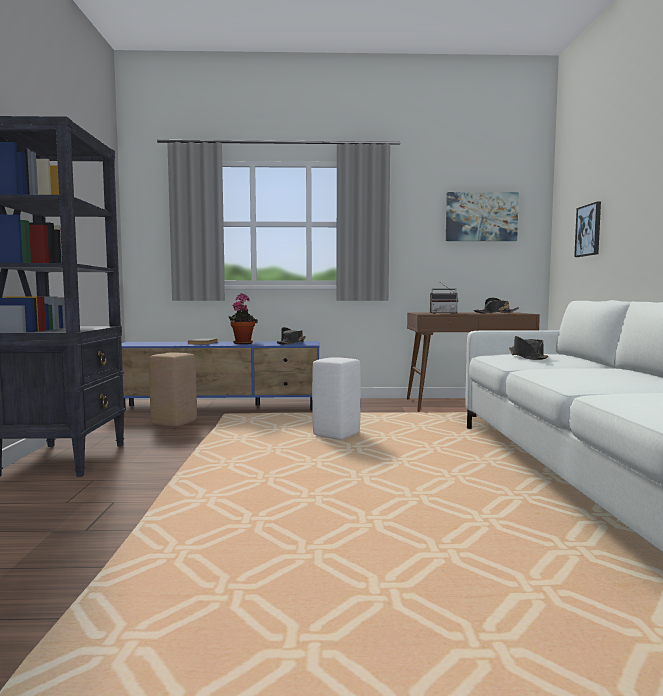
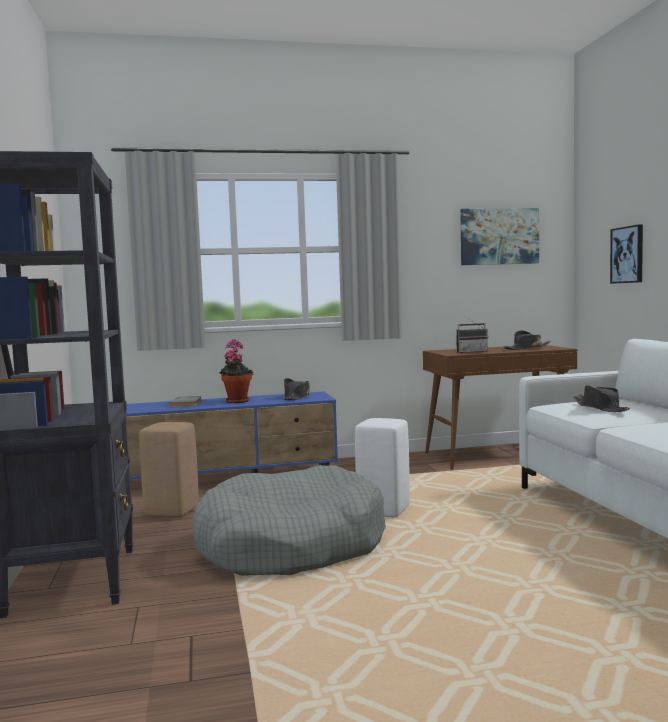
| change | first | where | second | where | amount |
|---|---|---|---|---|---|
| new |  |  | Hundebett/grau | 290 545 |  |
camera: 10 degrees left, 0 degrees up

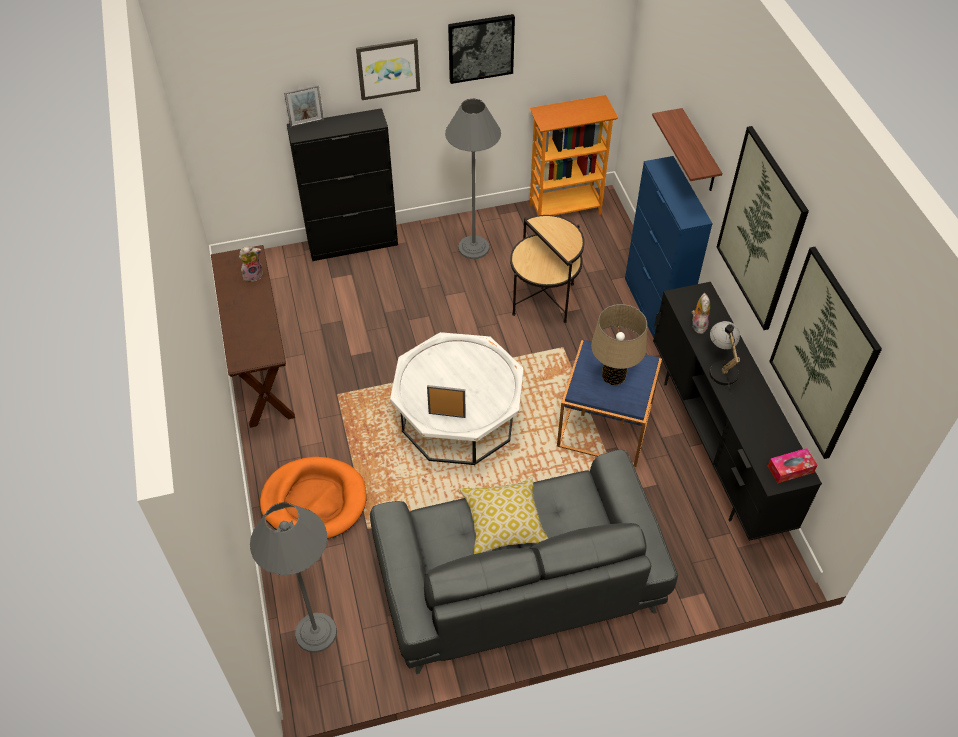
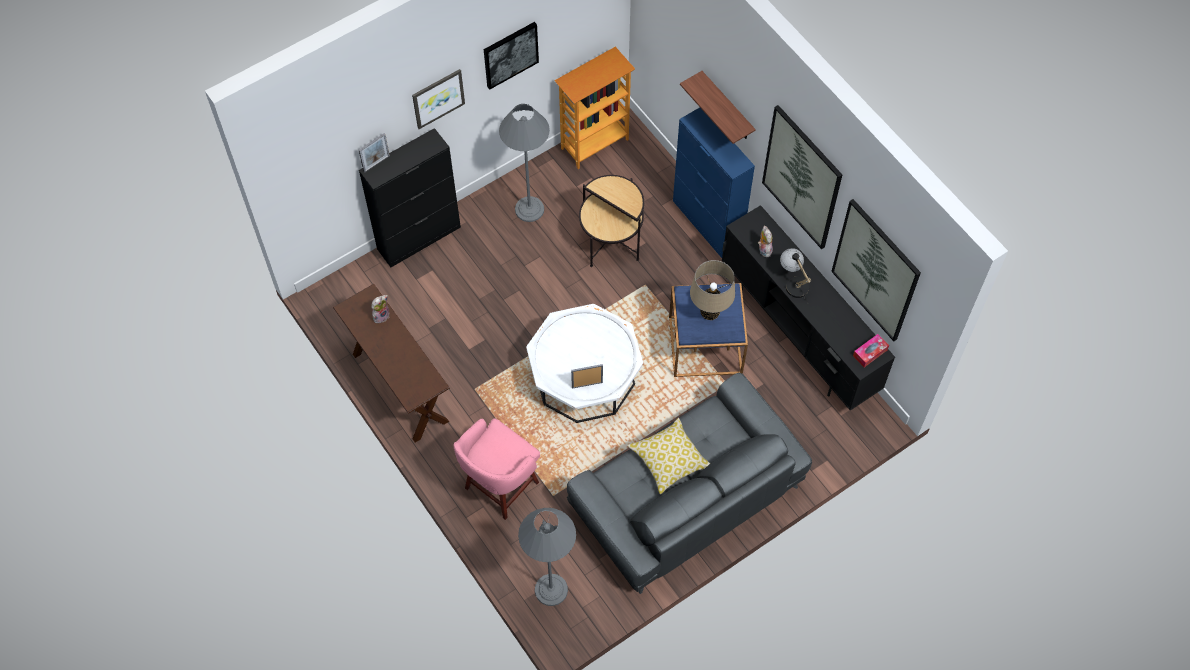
| change | first | where | second | where | amount |
|---|---|---|---|---|---|
| swapped | Hundebett/orange | 314 501 | Hocker/rosa | 500 487 |  |
camera: 20 degrees left, 10 degrees up

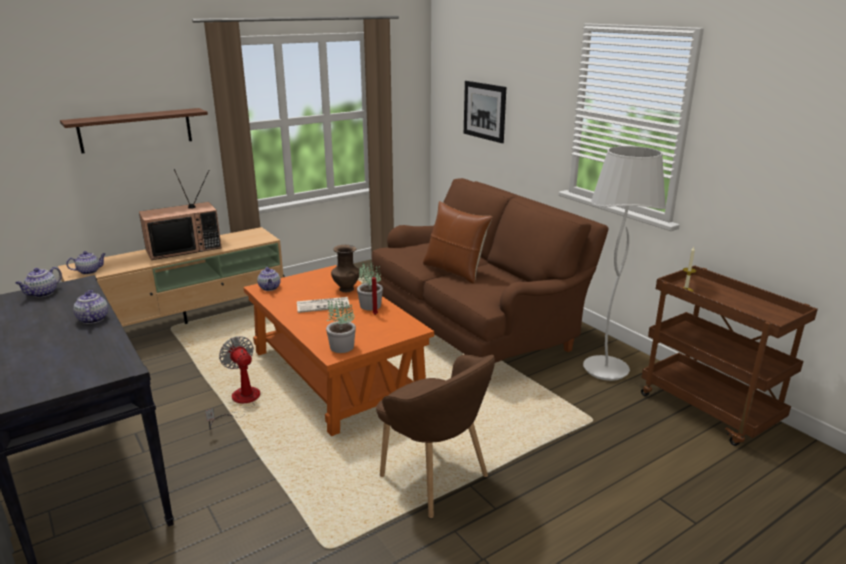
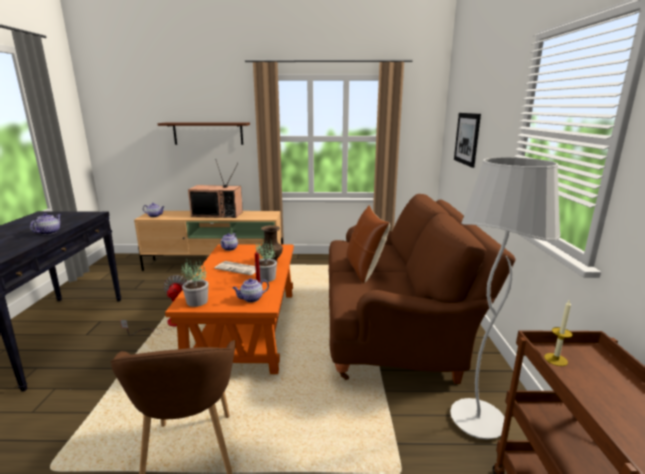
| change | first | where | second | where | amount |
|---|---|---|---|---|---|
| shifted | Teekanne | 42 294 |  | 251 299 |  |
camera: 35 degrees right, 5 degrees down

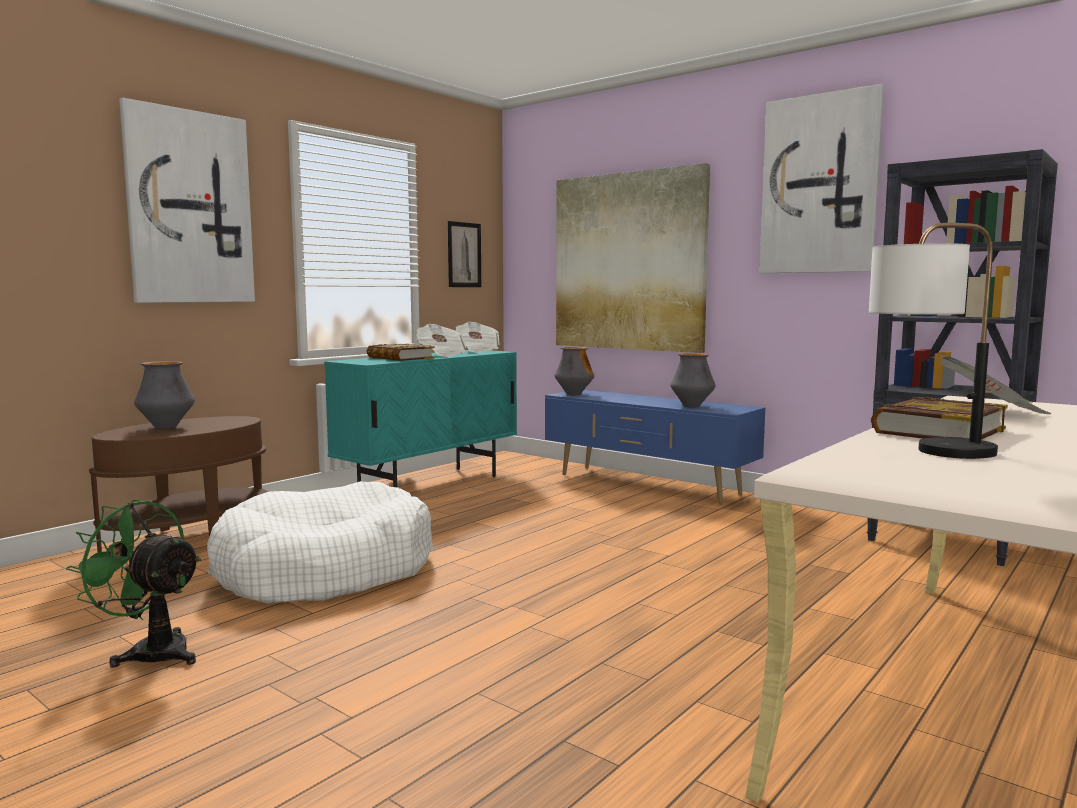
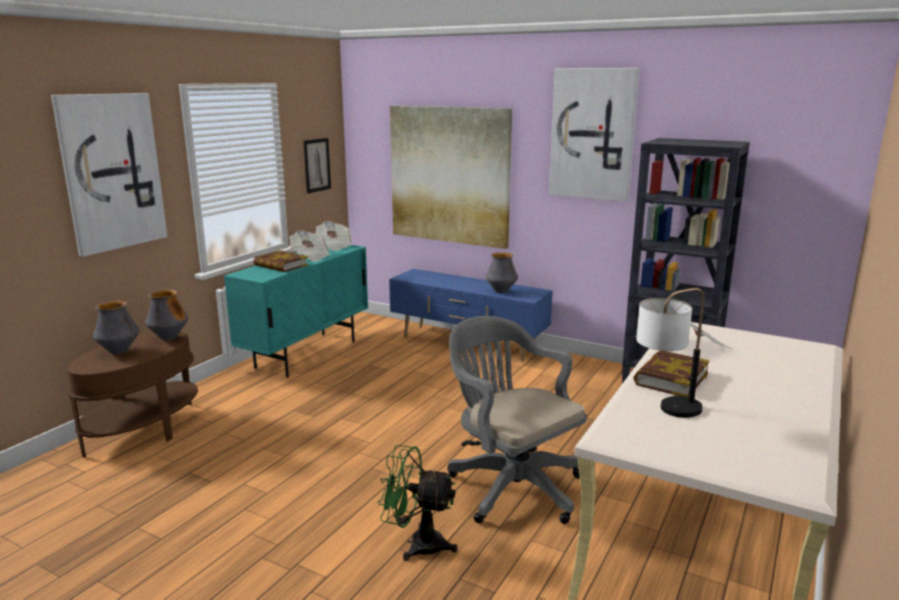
| change | first | where | second | where | amount |
|---|---|---|---|---|---|
| shifted | Vase | 574 394 |  | 169 338 |  |
| gone | Hundebett/weiß | 325 570 |  |  |  |
| shifted | Ventilator/grün | 151 651 |  | 417 544 |  |
| new |  |  | Bürostuhl/grau | 510 485 |  |
camera: 10 degrees left, 10 degrees up

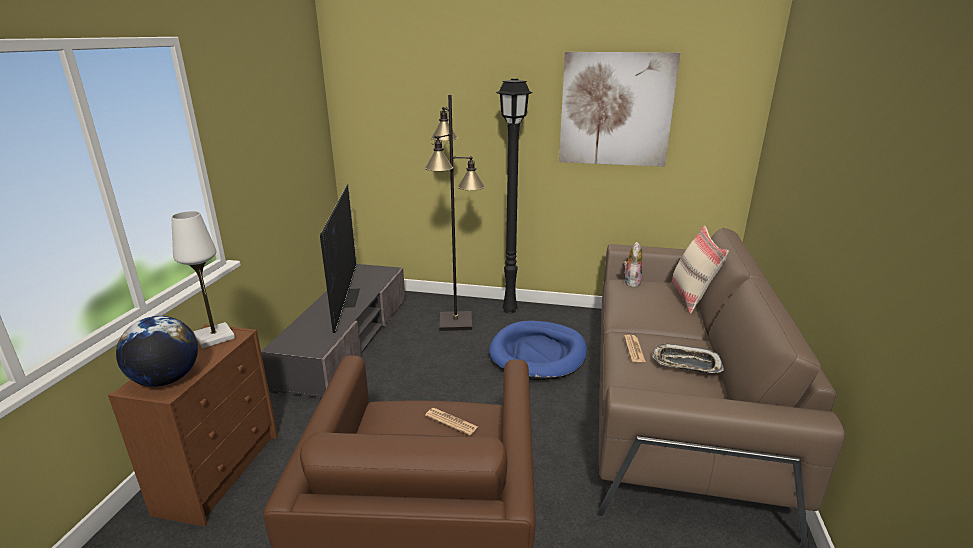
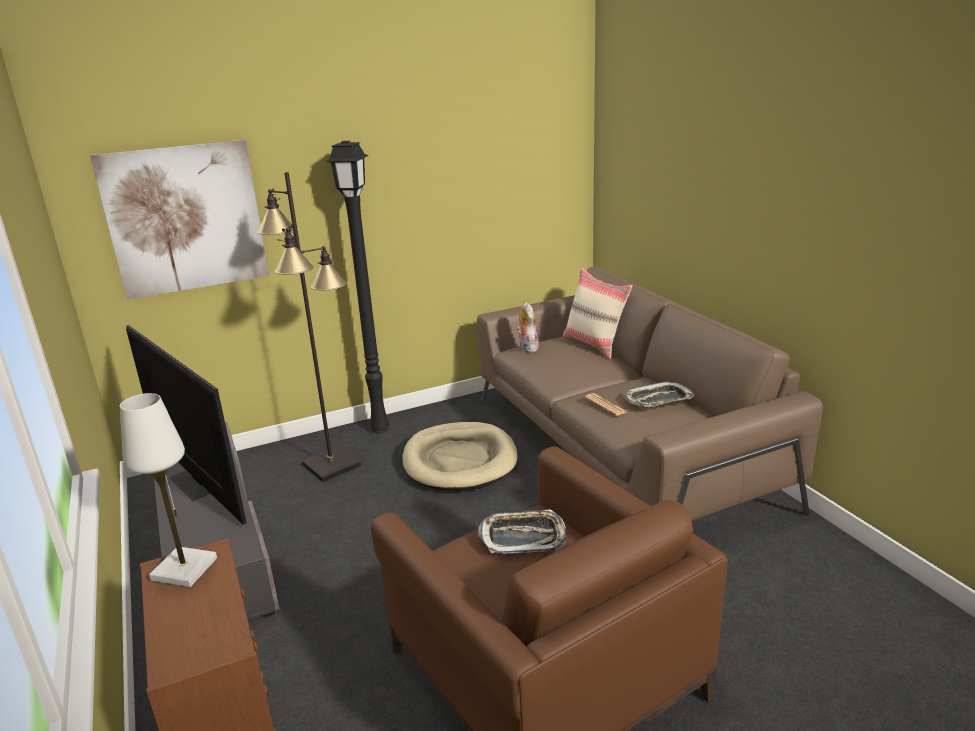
| change | first | where | second | where | amount |
|---|---|---|---|---|---|
| shifted | Bild | 616 110 |  | 185 219 |  |
| gone | Globus | 166 380 |  |  |  |
| repainted | Hundebett/blau | 538 354 | Hundebett/beige | 460 461 |  |
| swapped | Zeitung | 451 421 | Tablett | 523 537 |  |
camera: 35 degrees left, 0 degrees up

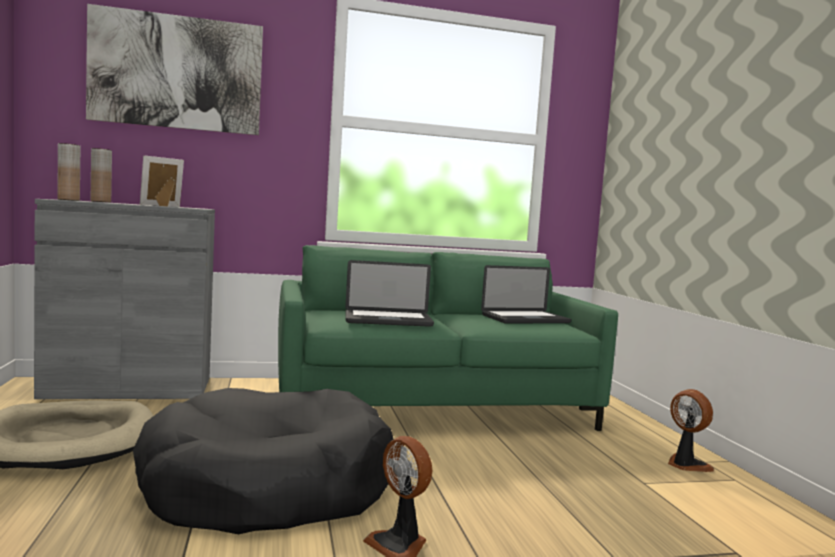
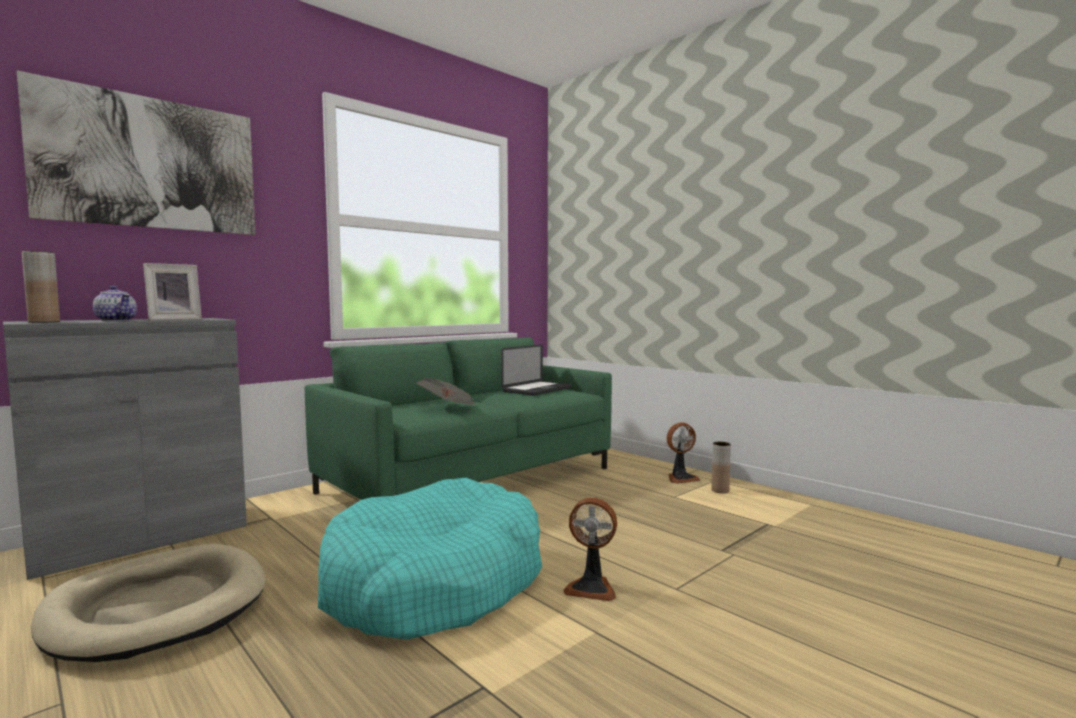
| change | first | where | second | where | amount |
|---|---|---|---|---|---|
| shifted | Vase/braun | 100 201 |  | 720 490 |  |
| rotated | Bilderrahmen | 162 206 |  | 174 319 | 150 degrees counterclockwise |
| swapped | Laptop | 388 320 | Zeitung | 449 408 |  |
| repainted | Hundebett/schwarz | 267 487 | Hundebett/türkis | 434 582 |  |
| rotated | Ventilator | 686 465 |  | 681 478 | 135 degrees clockwise |
| new |  |  | Teekanne | 117 320 |  |
camera: 30 degrees left, 0 degrees up

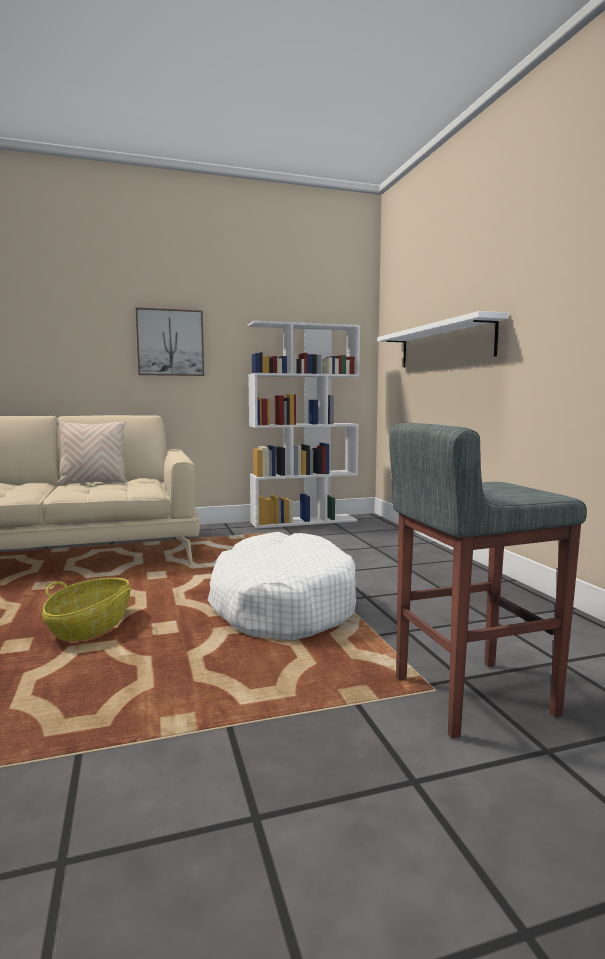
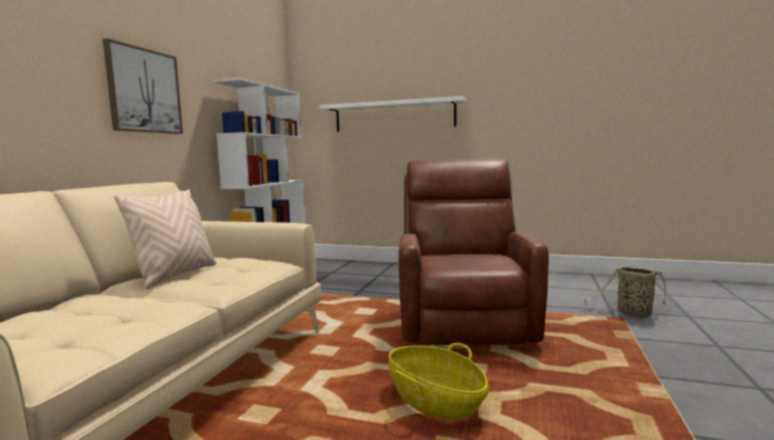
| change | first | where | second | where | amount |
|---|---|---|---|---|---|
| swapped | Hocker/grau | 470 696 | Korb | 631 314 |  |
| swapped | Hundebett/weiß | 282 605 | Sessel/braun | 464 323 |  |
camera: 55 degrees left, 0 degrees up

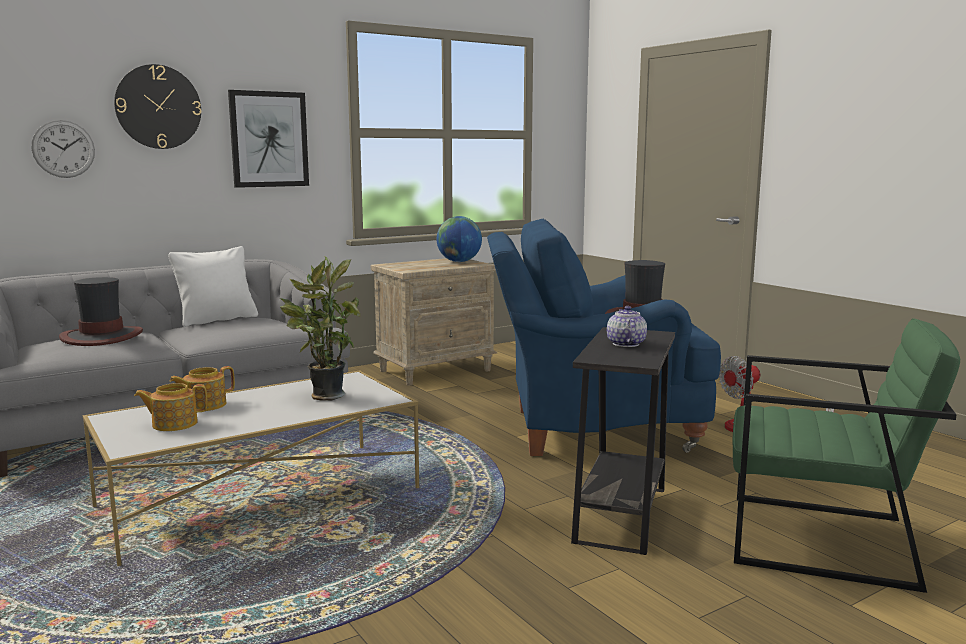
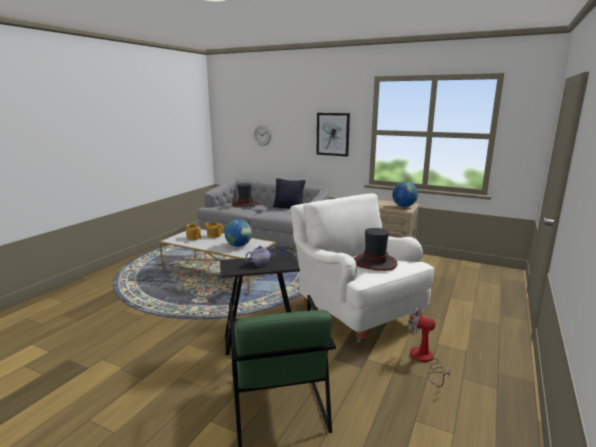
| change | first | where | second | where | amount |
|---|---|---|---|---|---|
| gone | Wanduhr | 158 107 |  |  |  |
| repainted | Sessel/blau | 592 430 | Sessel/weiß | 356 312 |  |
| repainted | Kissen/weiß | 217 320 | Kissen/schwarz | 289 207 |  |
| swapped | Topfpflanze | 324 396 | Globus | 239 245 |  |
camera: 60 degrees right, 5 degrees up

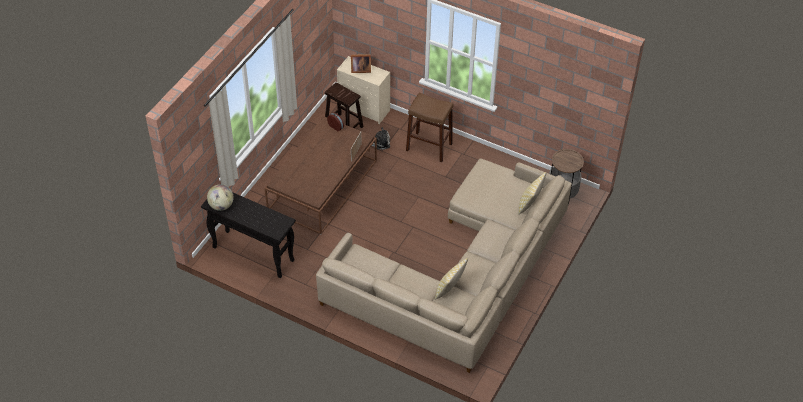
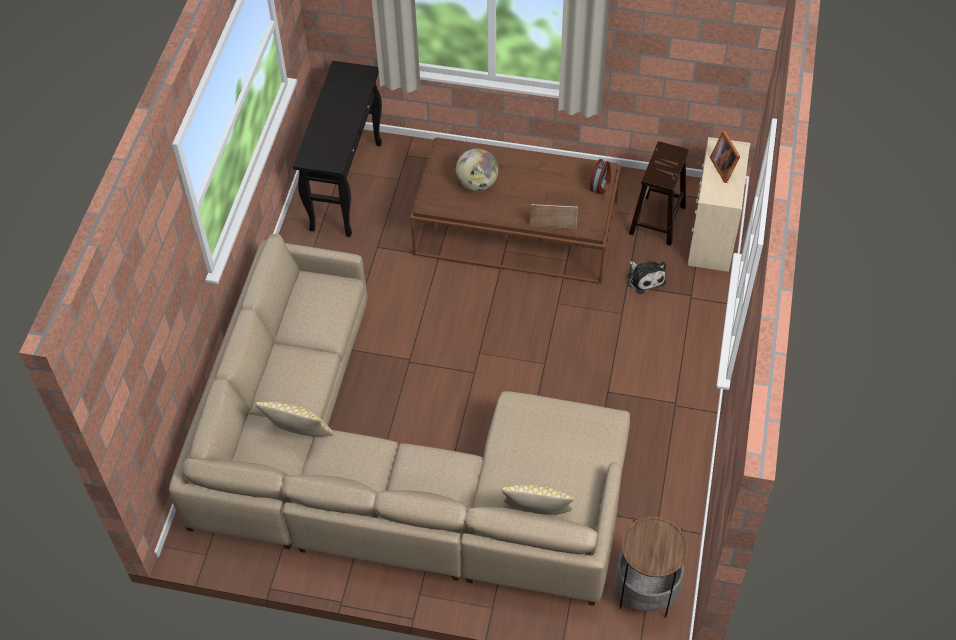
| change | first | where | second | where | amount |
|---|---|---|---|---|---|
| gone | Hocker/braun | 429 147 |  |  |  |
| shifted | Globus | 221 206 |  | 477 184 |  |
camera: 75 degrees right, 5 degrees up

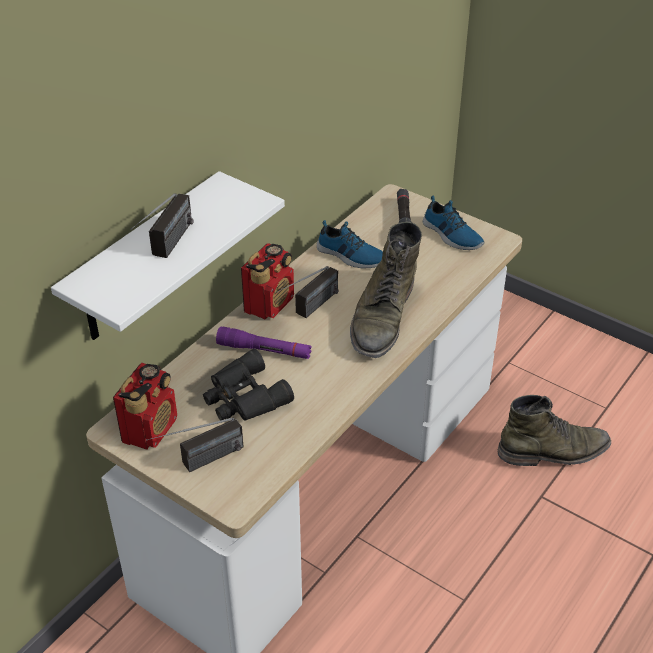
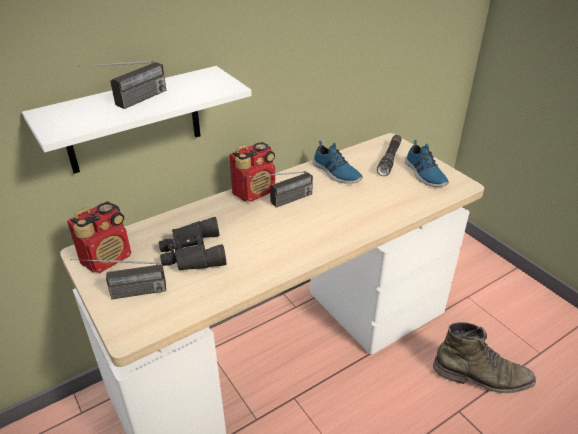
| change | first | where | second | where | amount |
|---|---|---|---|---|---|
| gone | Stiefel/grün | 383 317 |  |  |  |
| gone | Taschenlampe/lila | 264 350 |  |  |  |
camera: 20 degrees right, 5 degrees down

